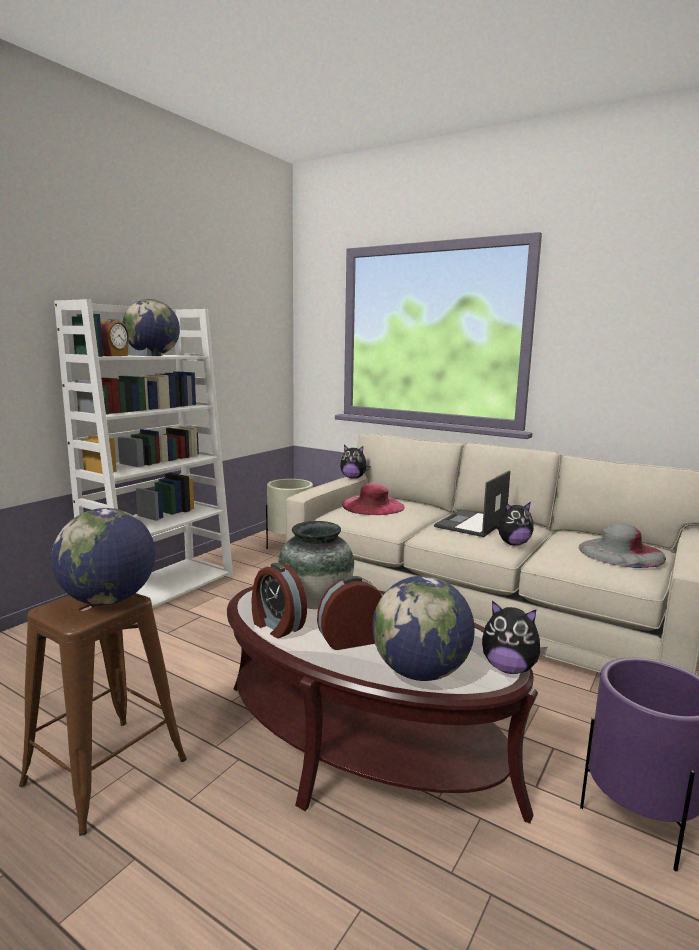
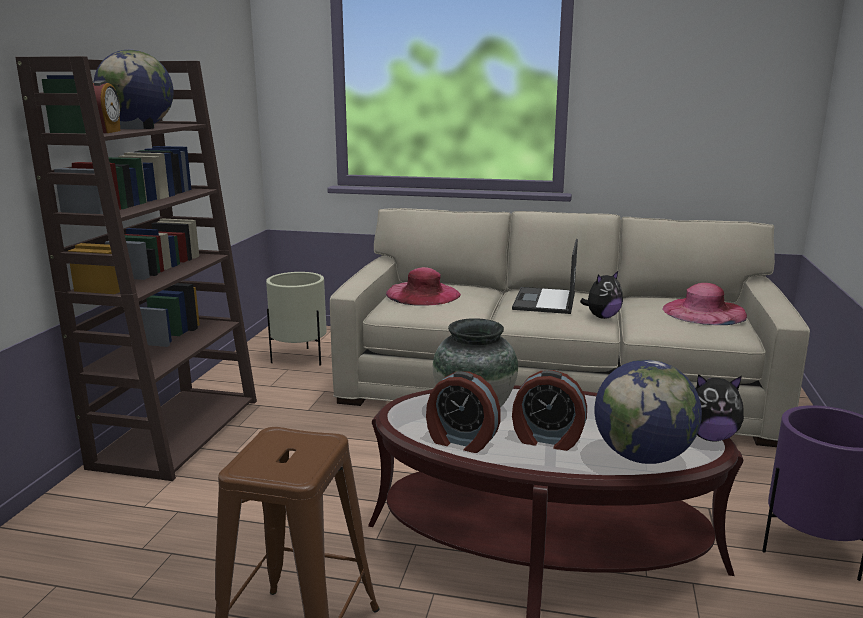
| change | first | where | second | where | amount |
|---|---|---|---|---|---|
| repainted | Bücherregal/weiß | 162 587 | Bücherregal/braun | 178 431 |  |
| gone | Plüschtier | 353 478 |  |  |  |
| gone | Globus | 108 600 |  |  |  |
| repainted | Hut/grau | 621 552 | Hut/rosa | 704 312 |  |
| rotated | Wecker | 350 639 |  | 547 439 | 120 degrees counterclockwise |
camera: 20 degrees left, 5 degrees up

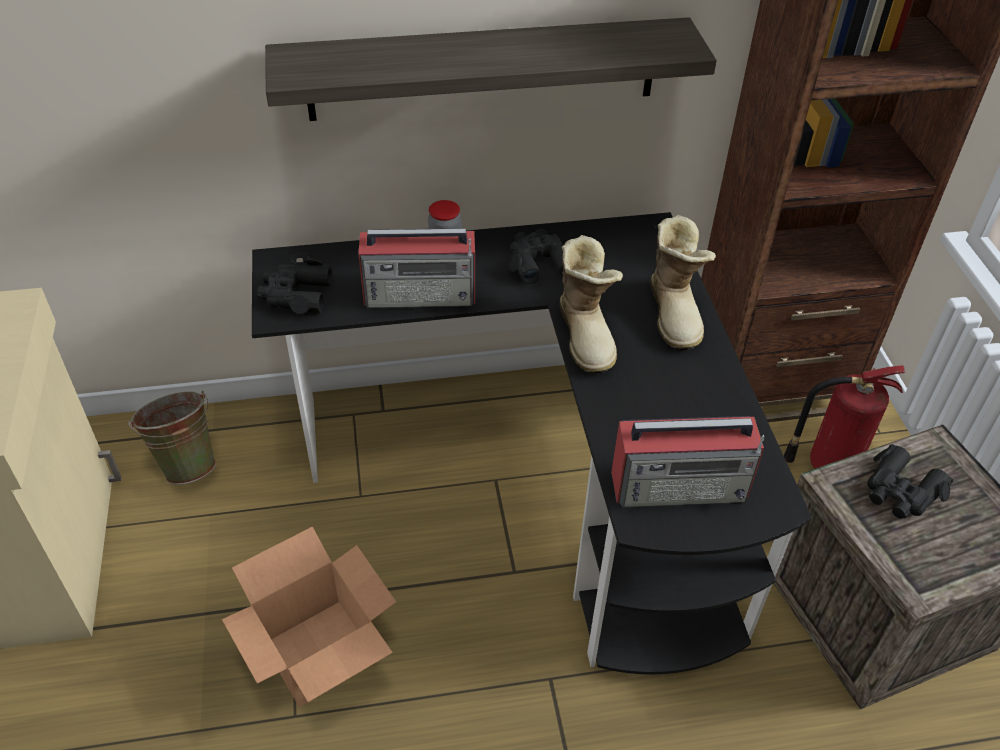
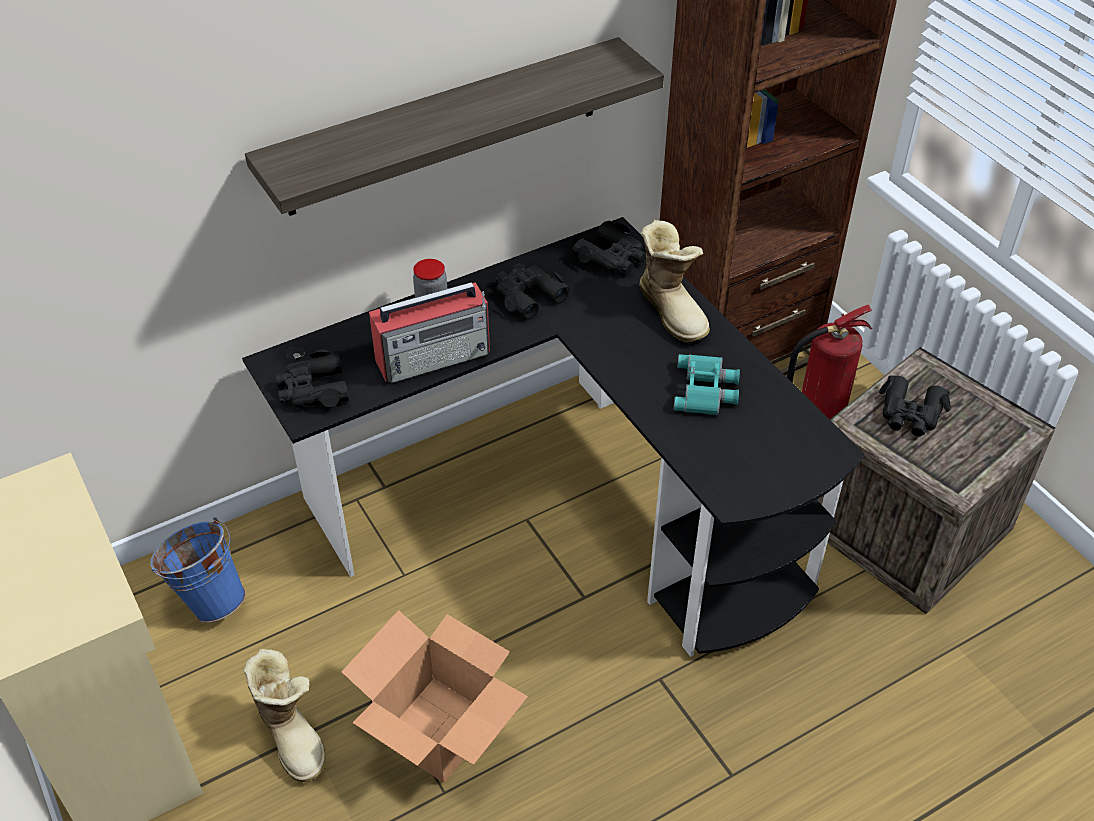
| change | first | where | second | where | amount |
|---|---|---|---|---|---|
| shifted | Stiefel | 587 335 |  | 293 734 |  |
| repainted | Eimer/grün | 187 463 | Eimer/blau | 209 598 |  |
| gone | Radio | 681 486 |  |  |  |
| new |  |  | Fernglas/schwarz | 612 257 |  |
| new |  |  | Fernglas/türkis | 707 390 |  |
camera: 20 degrees left, 0 degrees up

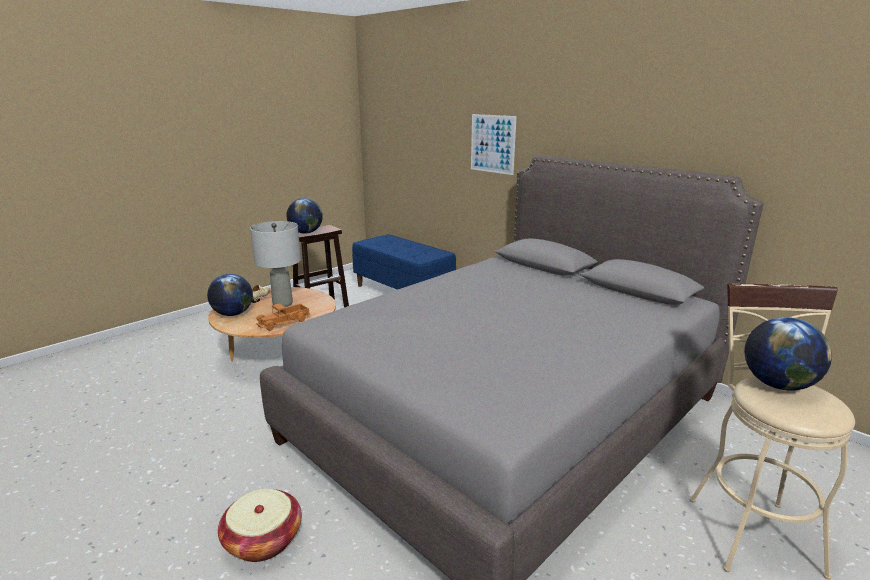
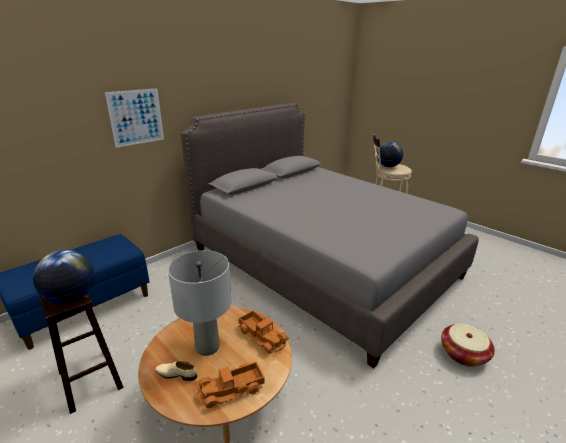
| change | first | where | second | where | amount |
|---|---|---|---|---|---|
| swapped | Globus | 233 314 | Spielzeuglaster | 232 390 |  |
camera: 90 degrees left, 5 degrees up

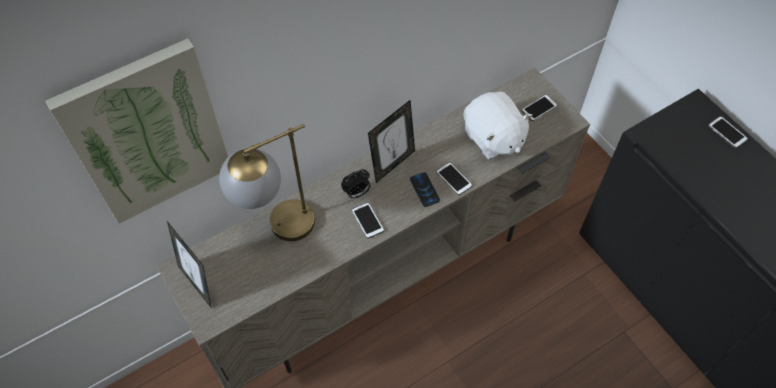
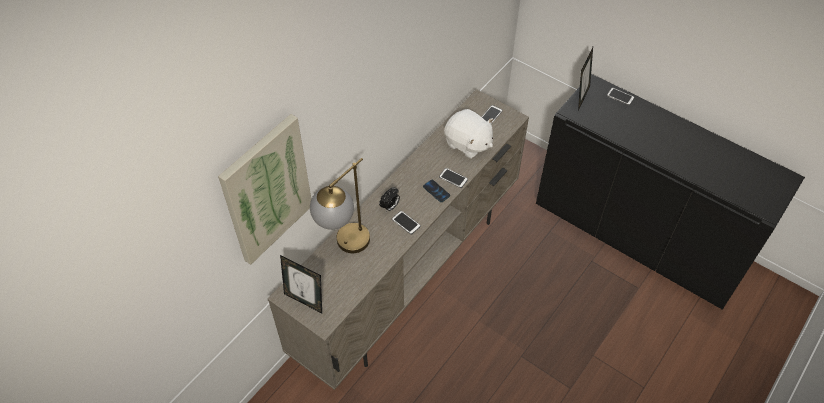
| change | first | where | second | where | amount |
|---|---|---|---|---|---|
| shifted | Bilderrahmen | 392 164 |  | 581 97 |  |
camera: 20 degrees left, 5 degrees down

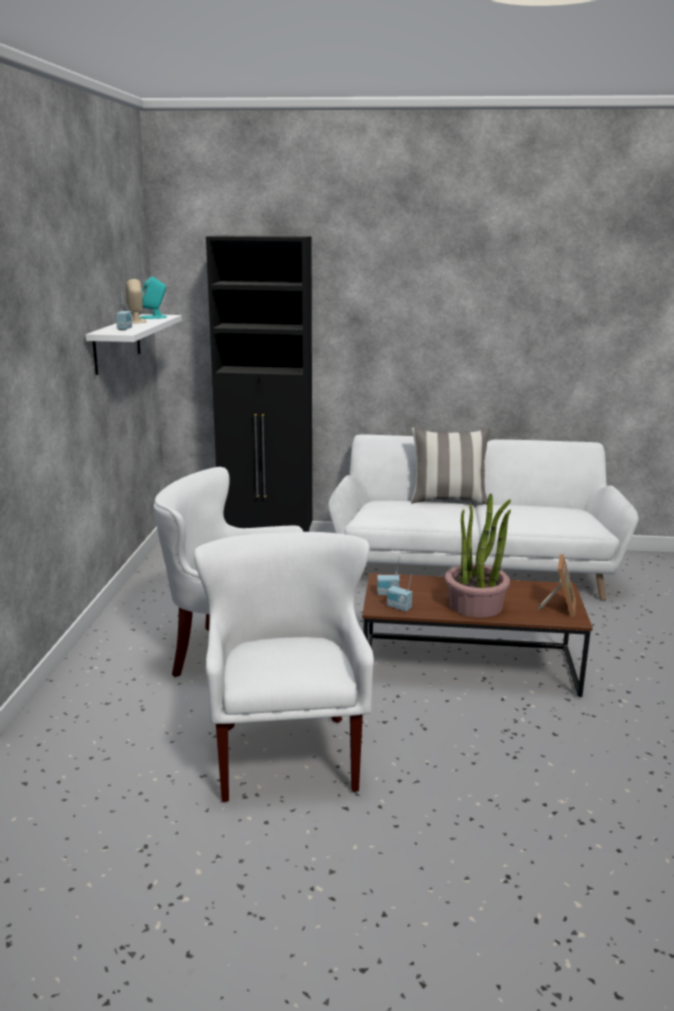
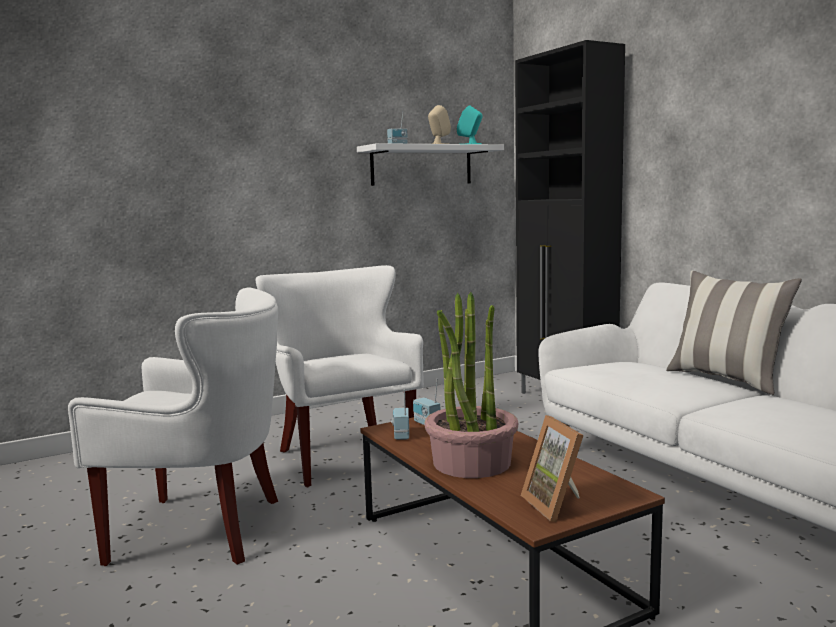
| change | first | where | second | where | amount |
|---|---|---|---|---|---|
| rotated | Sessel/weiß | 288 754 |  | 202 531 | 45 degrees clockwise |
| rotated | Bilderrahmen | 559 607 |  | 558 505 | 90 degrees clockwise |
camera: 55 degrees right, 10 degrees down

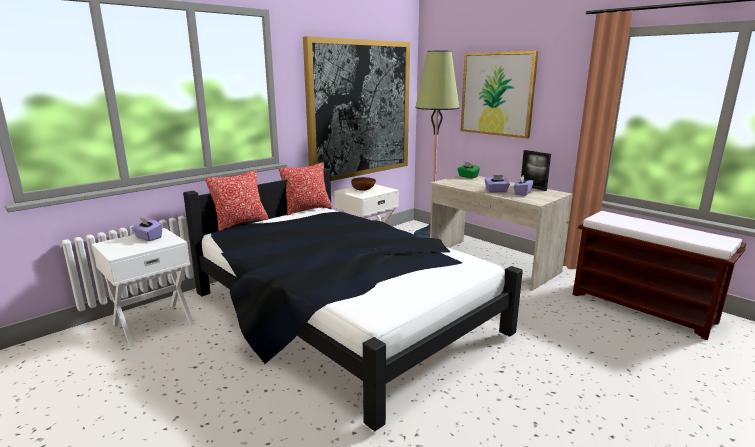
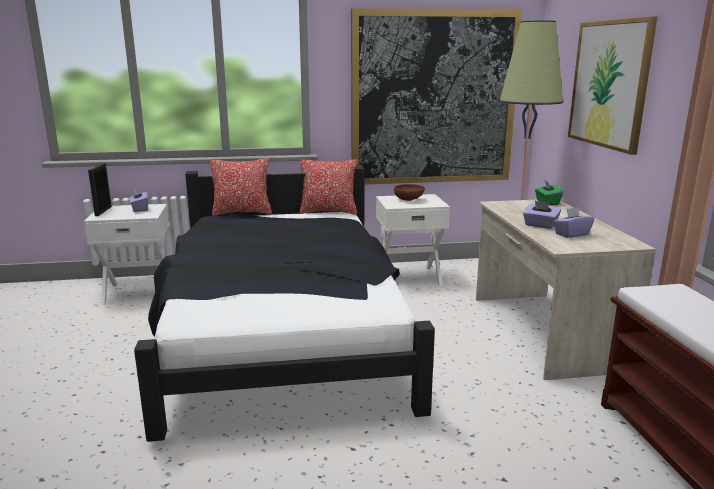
| change | first | where | second | where | amount |
|---|---|---|---|---|---|
| shifted | Bilderrahmen | 533 188 |  | 103 211 |  |
camera: 35 degrees right, 0 degrees up

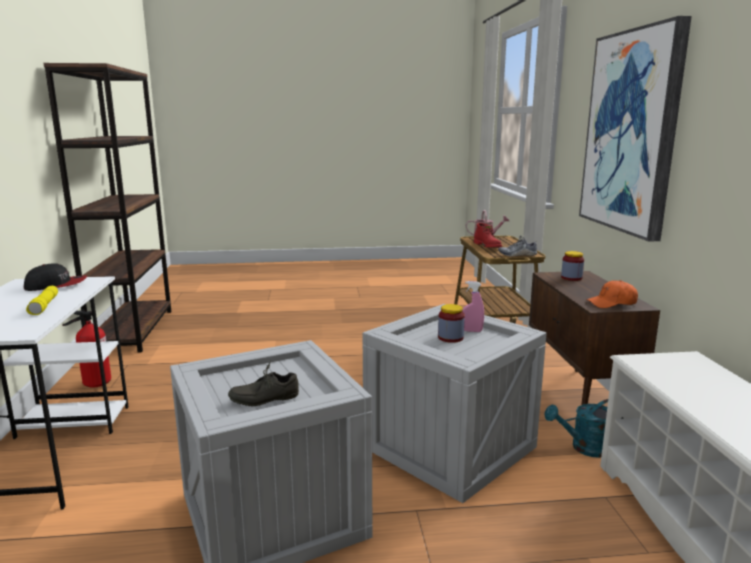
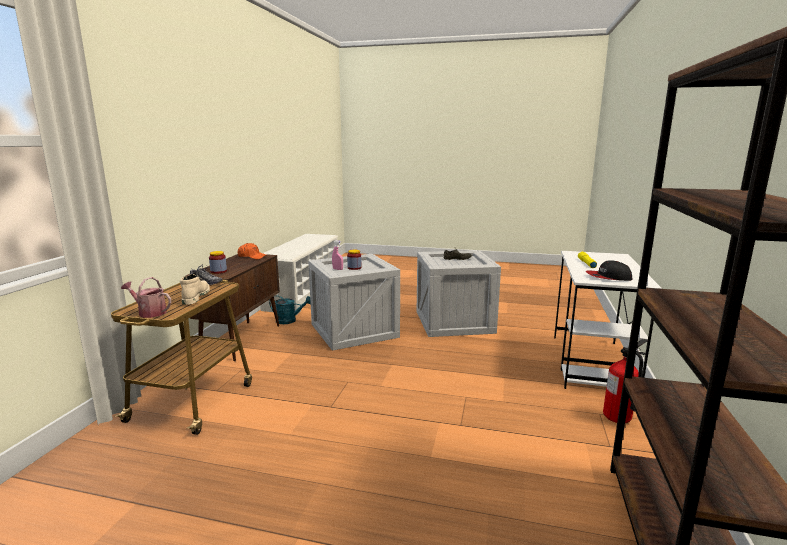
| change | first | where | second | where | amount |
|---|---|---|---|---|---|
| gone | Bild | 631 132 |  |  |  |
| repainted | Stiefel/rot | 488 246 | Stiefel/beige | 195 297 |  |
camera: 160 degrees left, 0 degrees up

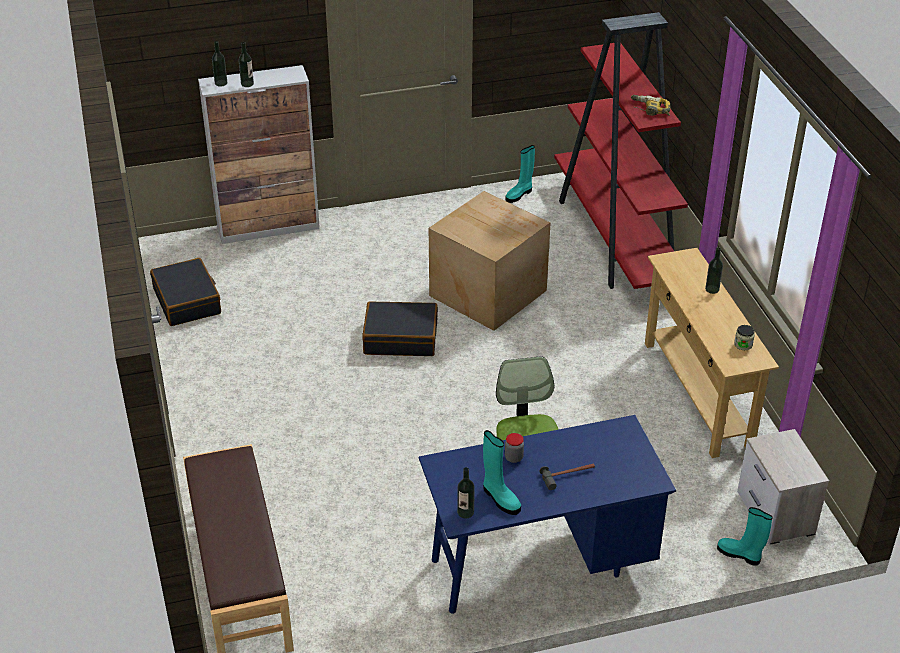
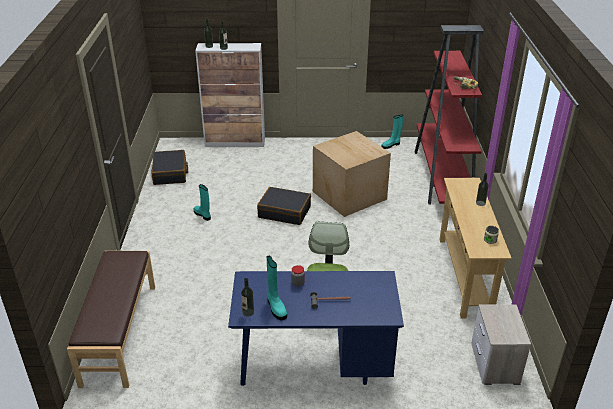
| change | first | where | second | where | amount |
|---|---|---|---|---|---|
| shifted | Stiefel/türkis | 740 555 |  | 203 215 |  |
camera: 15 degrees right, 5 degrees down

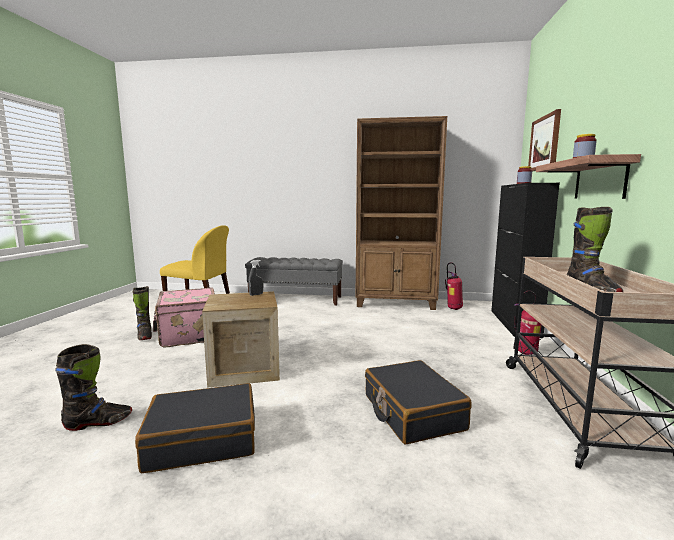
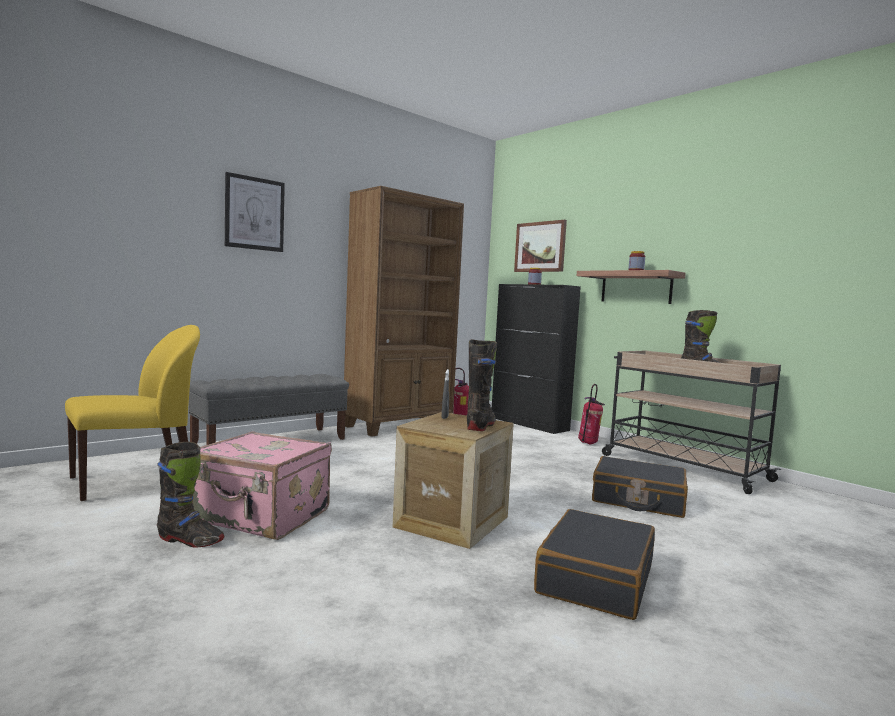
| change | first | where | second | where | amount |
|---|---|---|---|---|---|
| shifted | Stiefel/schwarz | 98 423 |  | 481 426 |  |
| new |  |  | Bild | 254 213 |  |
camera: 50 degrees left, 5 degrees down

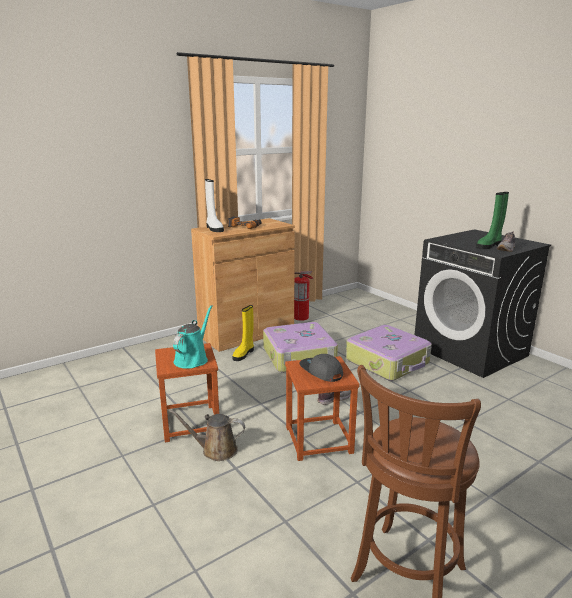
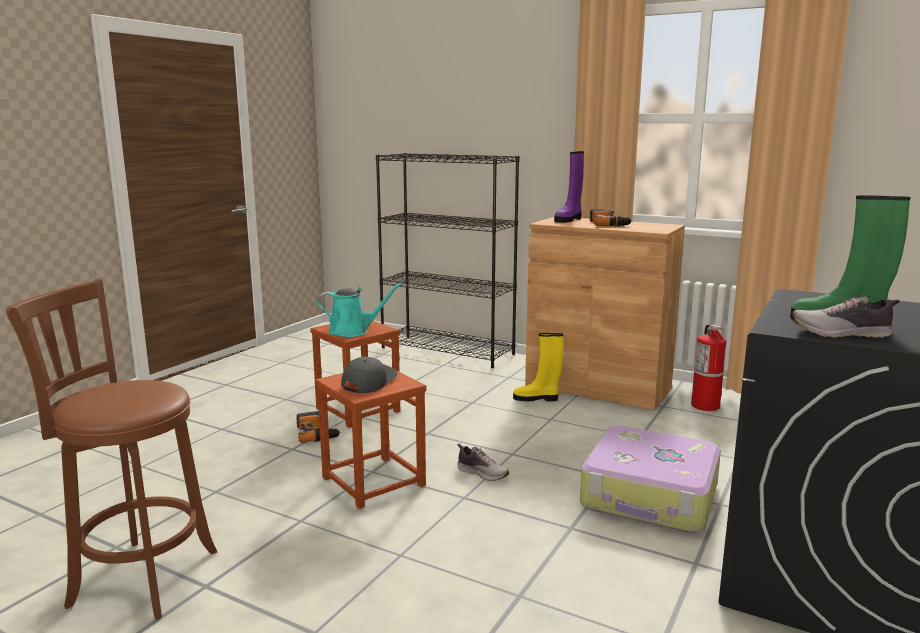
| change | first | where | second | where | amount |
|---|---|---|---|---|---|
| repainted | Stiefel/weiß | 214 229 | Stiefel/lila | 568 220 |  |
| gone | Koffer | 300 357 |  |  |  |
| swapped | Gießkanne/braun | 216 450 | Bohrmaschine | 317 433 |  |
| new |  |  | Bücherregal/schwarz | 448 351 |  |
camera: 65 degrees right, 5 degrees down

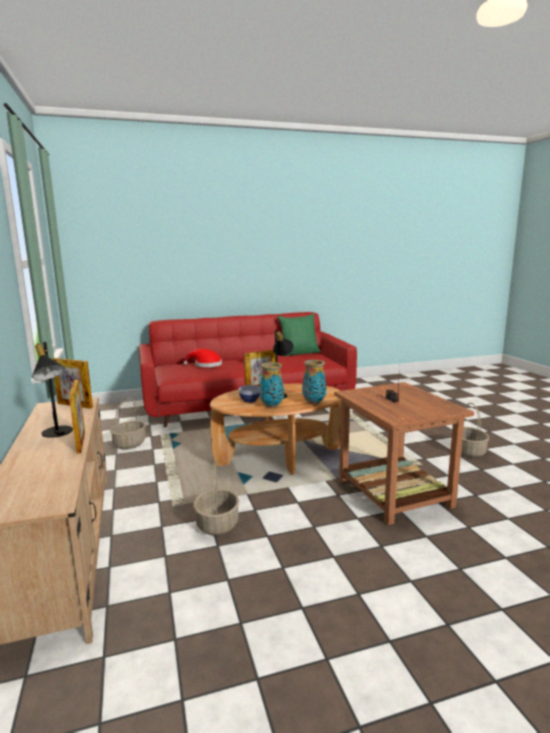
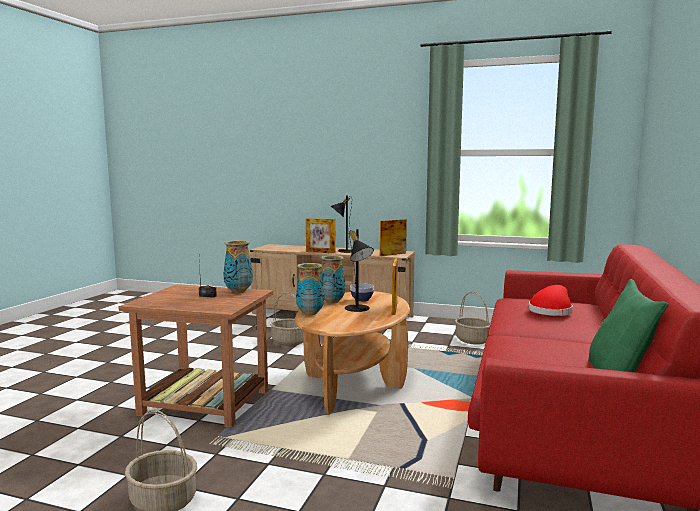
| change | first | where | second | where | amount |
|---|---|---|---|---|---|
| new |  |  | Vase | 239 291 |  |
camera: 125 degrees right, 5 degrees down

